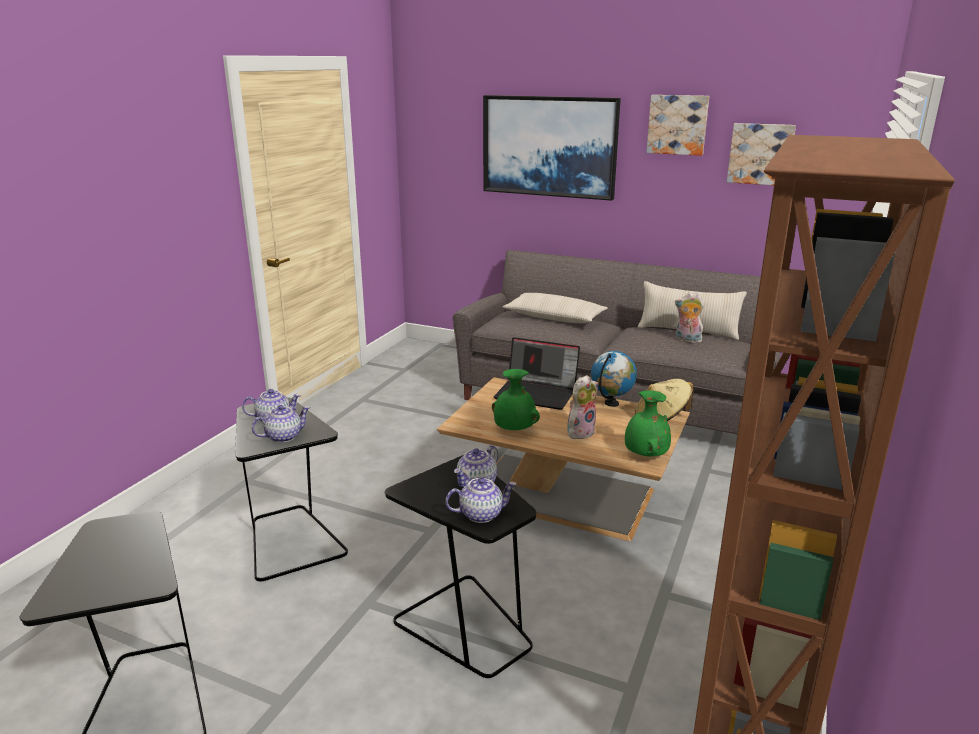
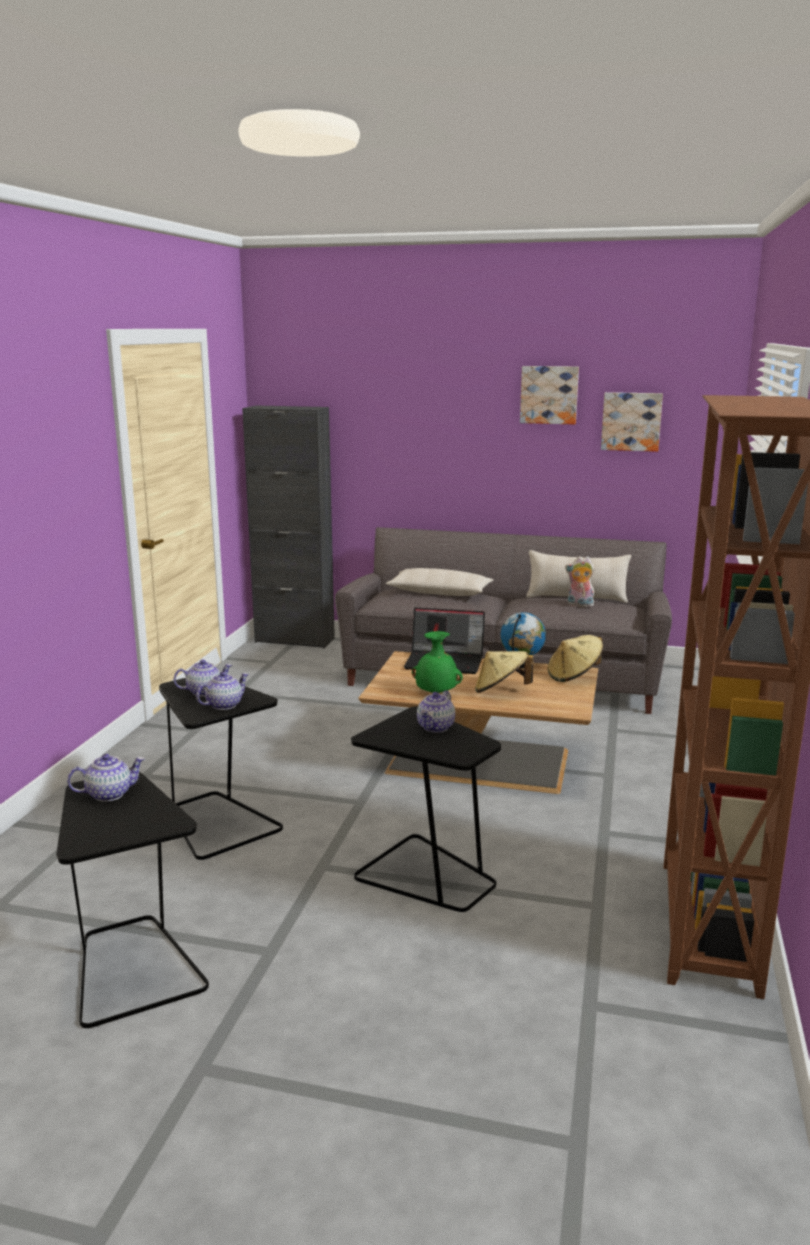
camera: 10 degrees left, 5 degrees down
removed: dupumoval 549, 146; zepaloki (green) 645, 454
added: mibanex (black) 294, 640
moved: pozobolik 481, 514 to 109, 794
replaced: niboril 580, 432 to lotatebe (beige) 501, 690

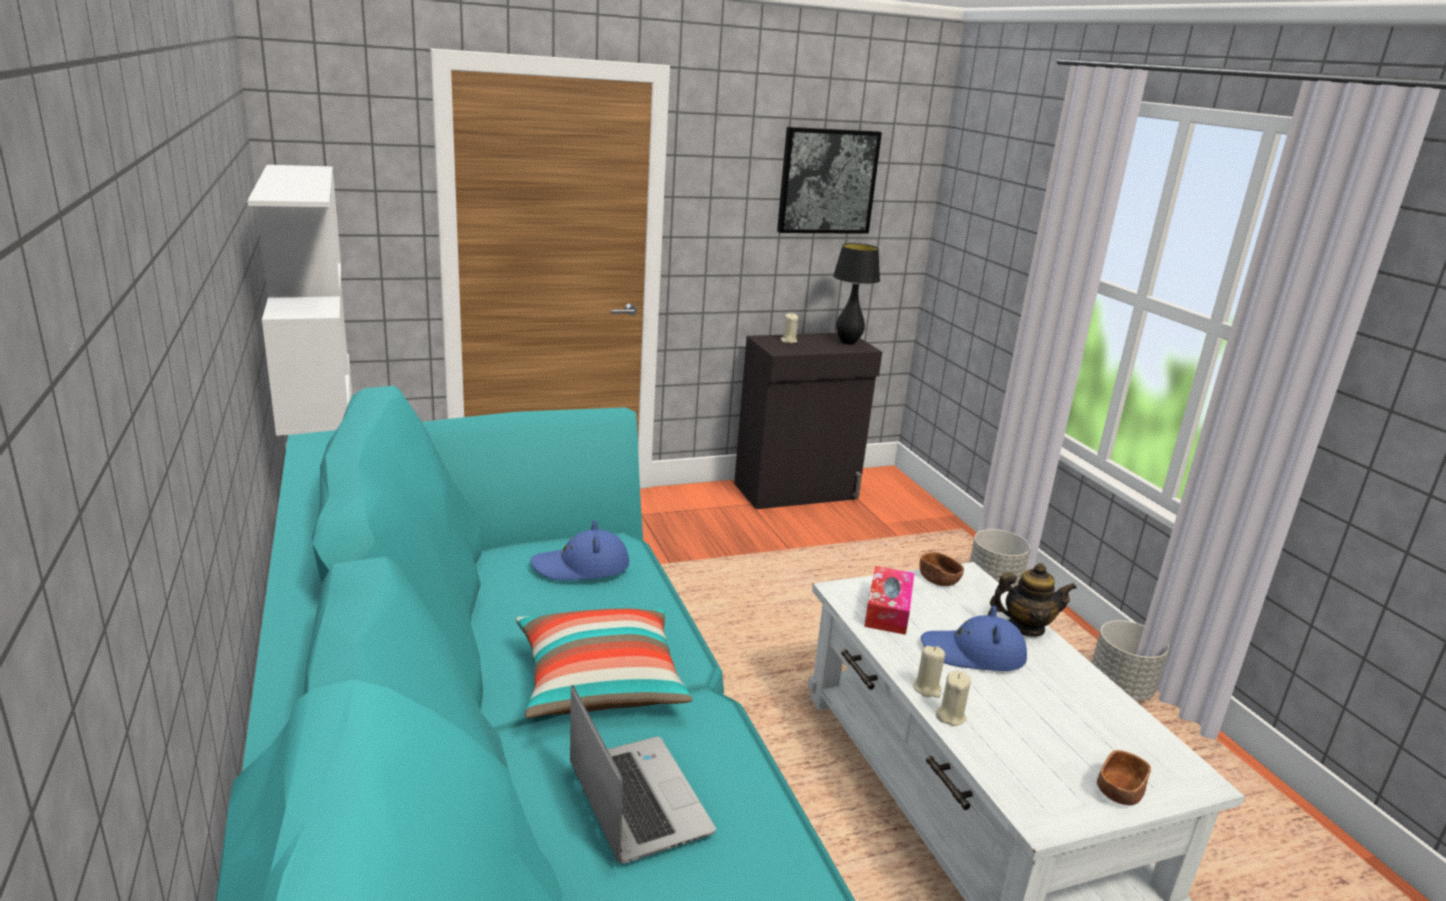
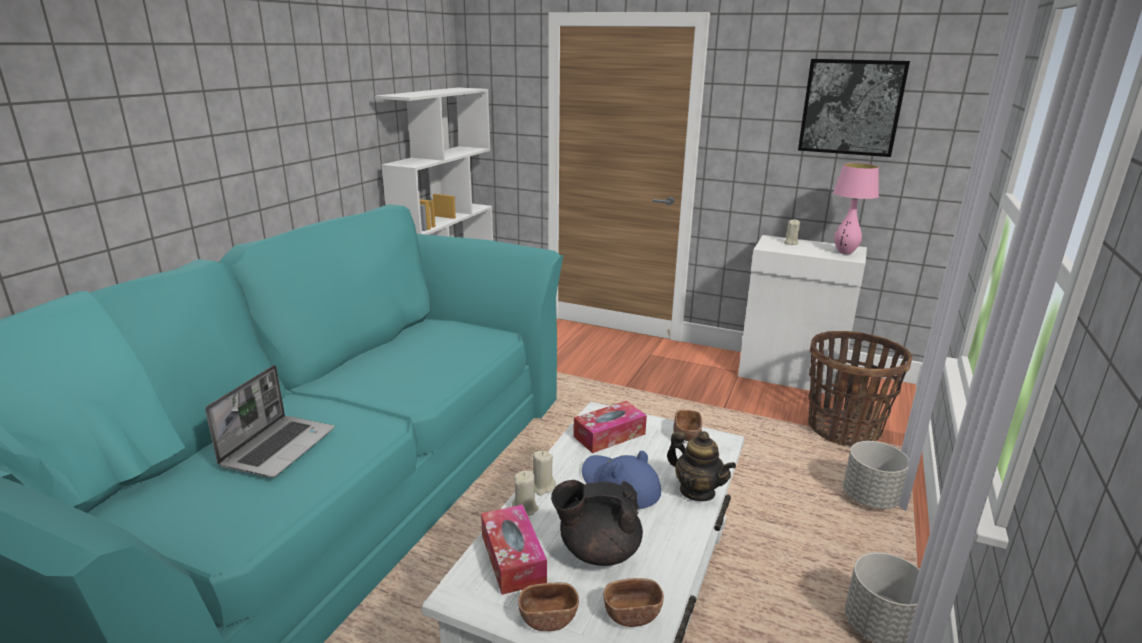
camera: 45 degrees right, 0 degrees up
removed: lotatebe (blue) 581, 566; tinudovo 600, 682
added: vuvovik 843, 429; pozobolik (black) 598, 551; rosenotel 513, 558; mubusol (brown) 632, 614
recoloured: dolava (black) 848, 343 to dolava (pink) 844, 252; mibanex (black) 797, 491 to mibanex (white) 791, 376

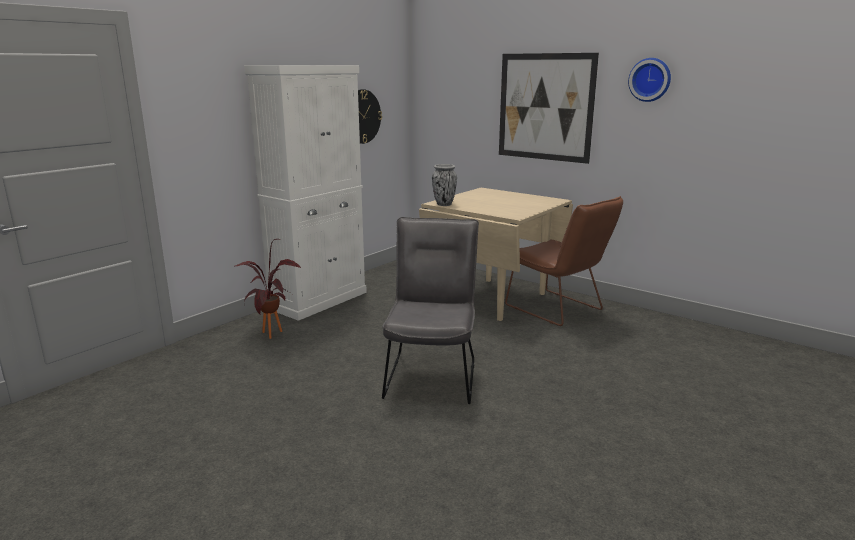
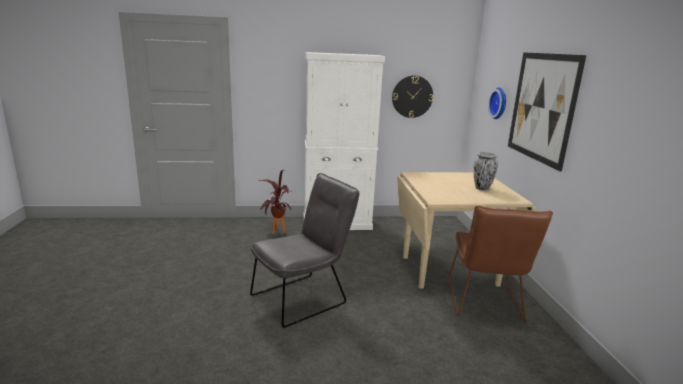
camera: 45 degrees right, 0 degrees up
moved: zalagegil 650, 79 to 499, 103; zepaloki 444, 204 to 482, 188

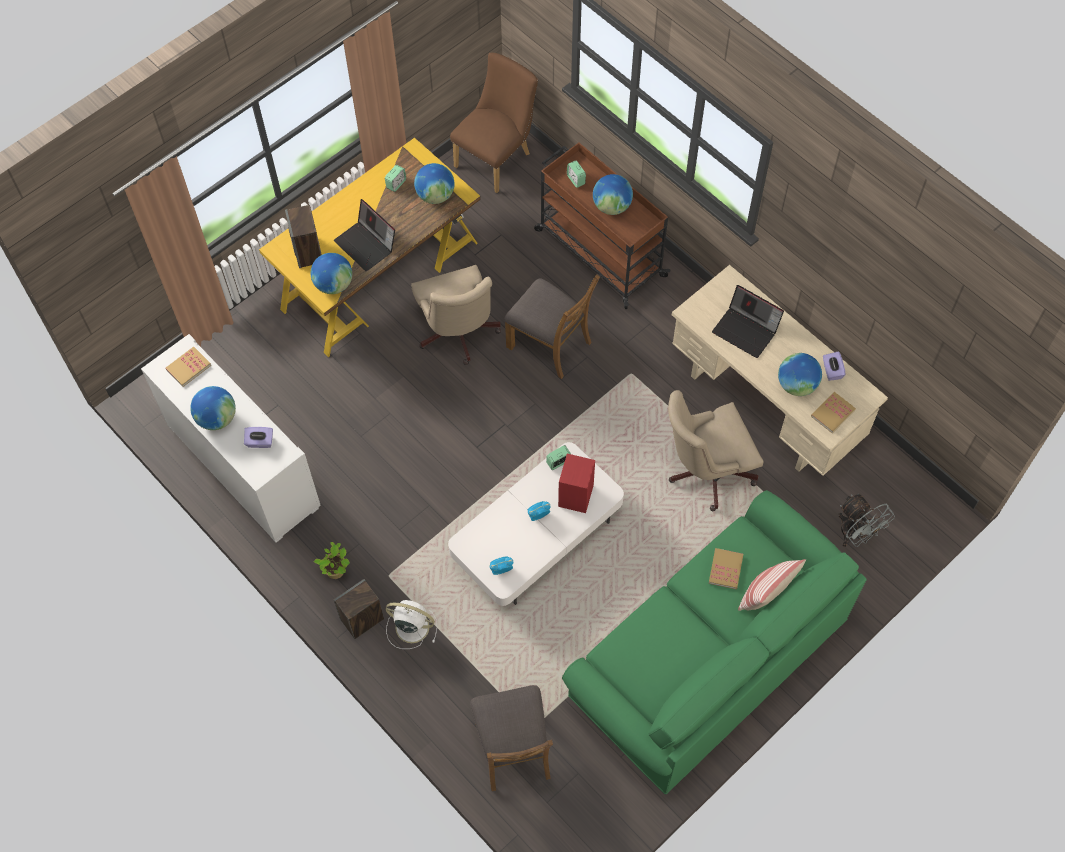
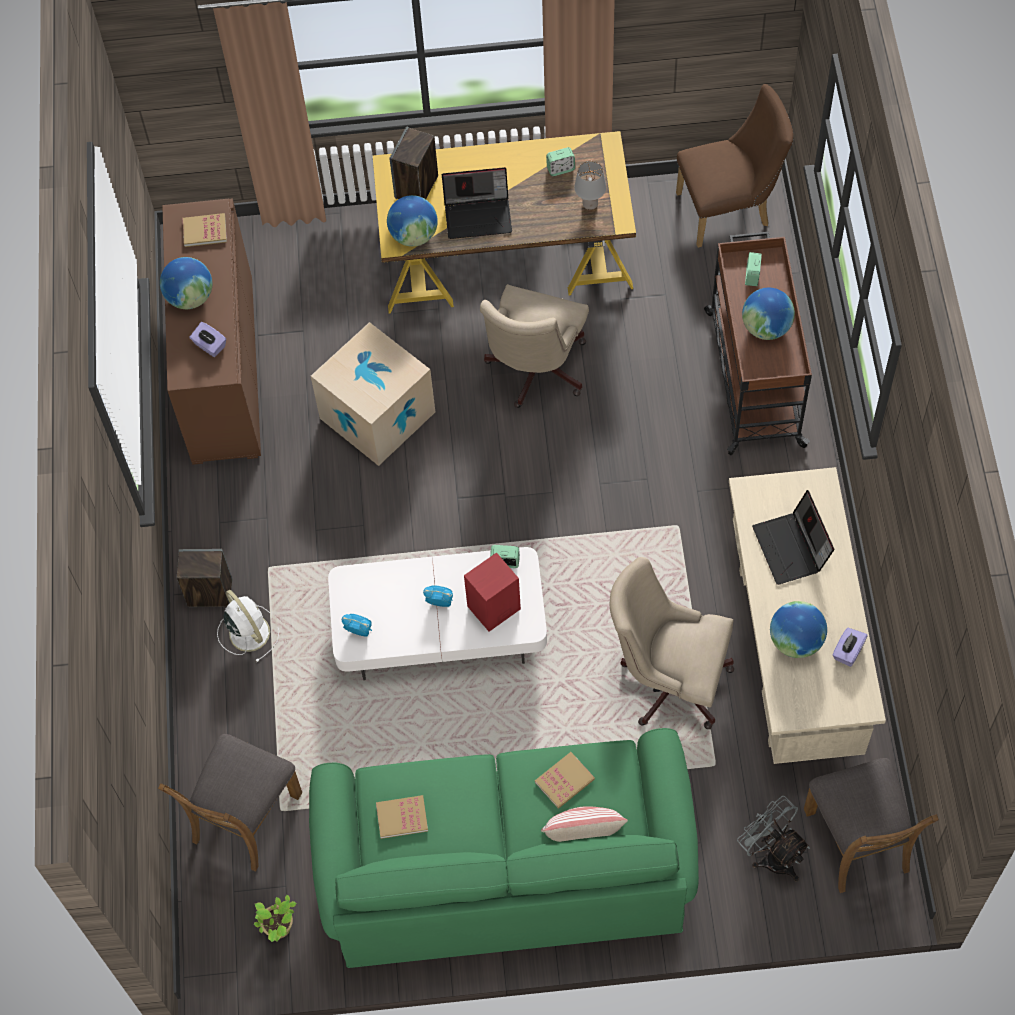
camera: 40 degrees right, 0 degrees up
added: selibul 377, 415
moved: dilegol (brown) 550, 344 to 858, 840; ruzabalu 832, 413 to 402, 817; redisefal 337, 571 to 280, 929
replaced: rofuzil 435, 195 to dolava (grey) 590, 204
recoloured: mibanex (white) 243, 466 to mibanex (brown) 223, 370
turned: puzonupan 366, 245 = 479, 215 90 degrees counterclockwise; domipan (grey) 855, 535 = 772, 854 135 degrees clockwise

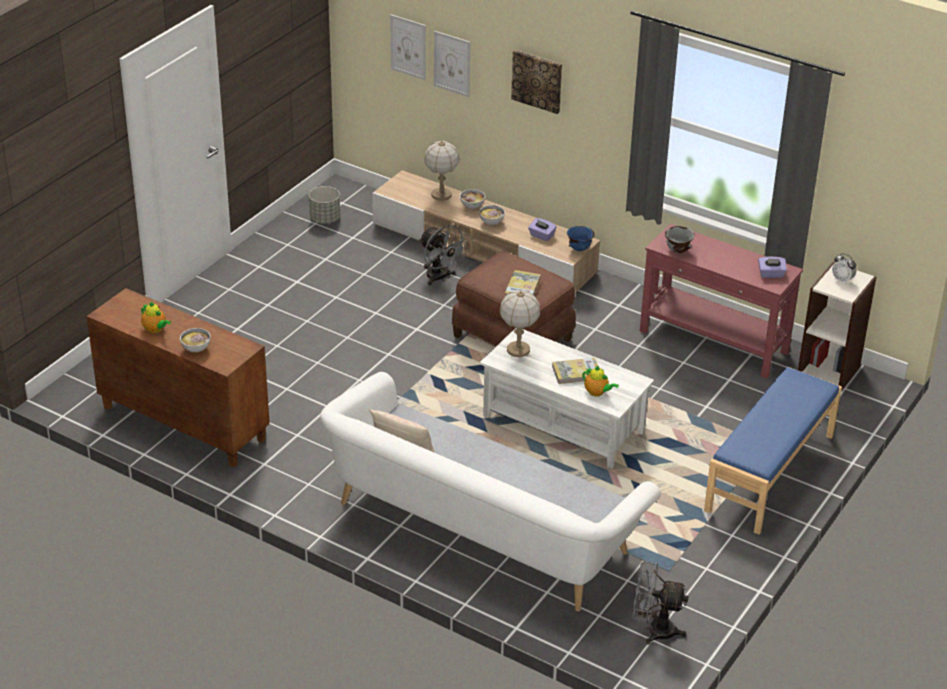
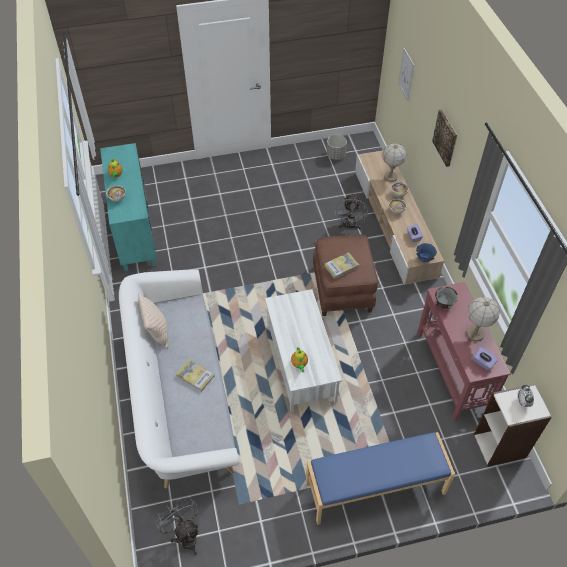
camera: 45 degrees right, 15 degrees up
removed: dupumoval 452, 64
moved: dolava 518, 350 to 475, 334; ruzabalu 576, 373 to 195, 376
recoloured: mibanex (brown) 182, 424 to mibanex (turquoise) 134, 231

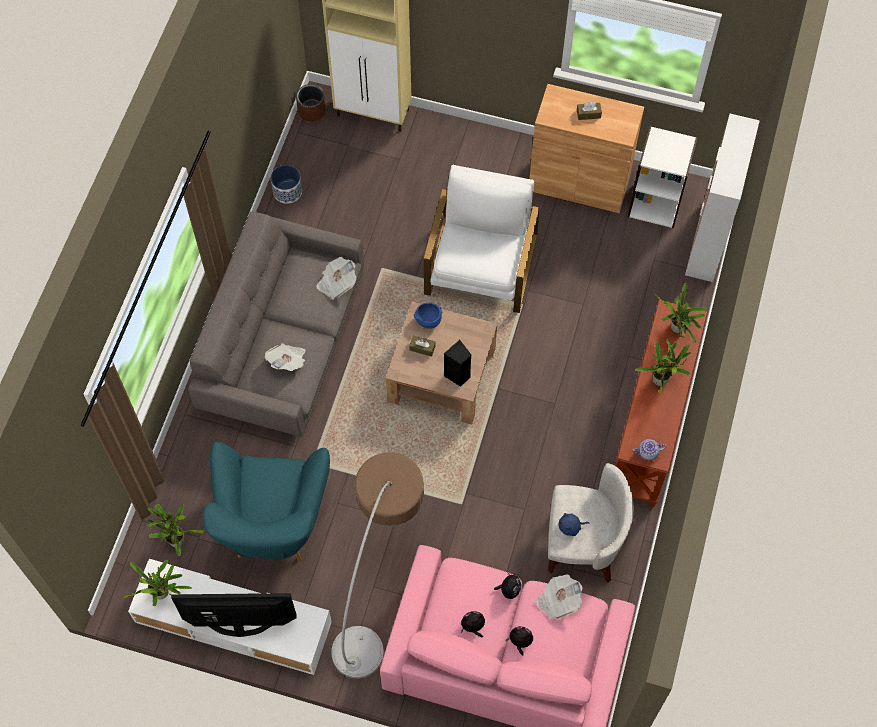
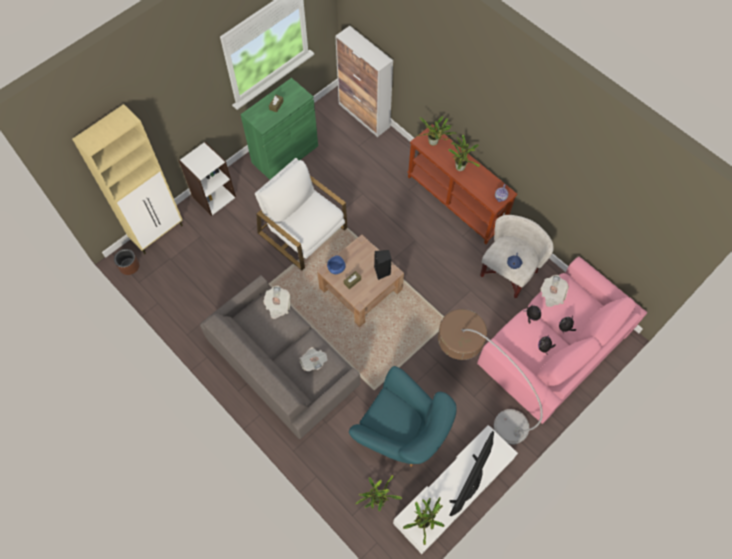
camera: 60 degrees left, 0 degrees up
removed: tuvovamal 287, 191
moved: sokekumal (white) 655, 203 to 213, 196
recoloured: mibanex (brown) 579, 183 to mibanex (green) 285, 154

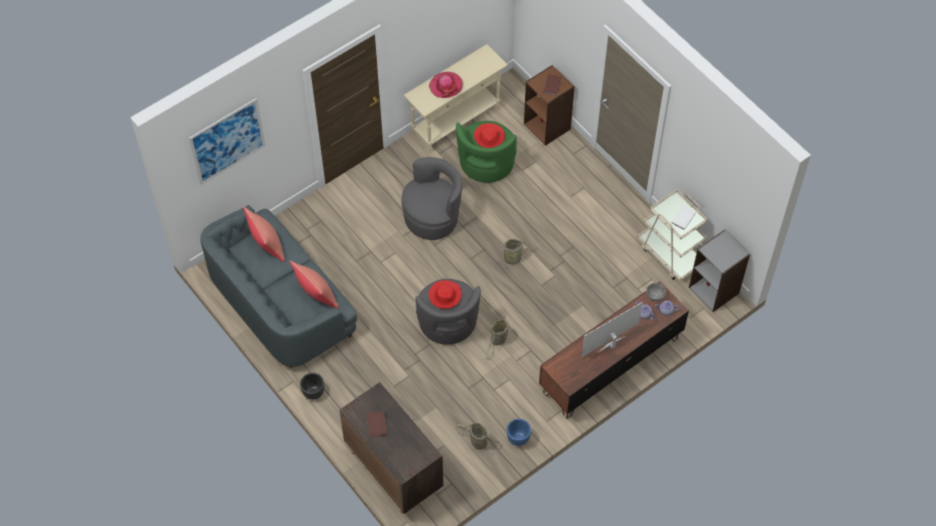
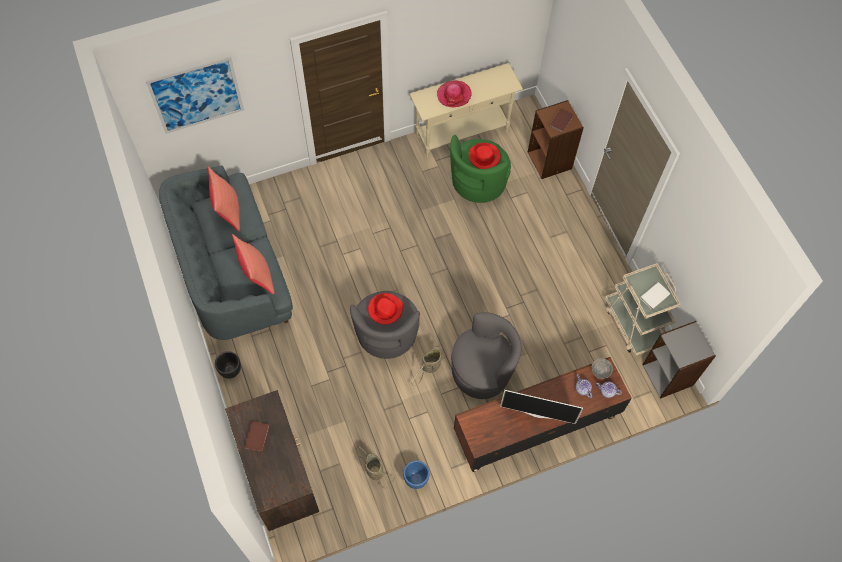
camera: 15 degrees right, 5 degrees up
removed: vuvovik 514, 258
moved: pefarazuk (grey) 432, 218 to 482, 371
turned: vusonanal 611, 345 = 537, 413 150 degrees counterclockwise

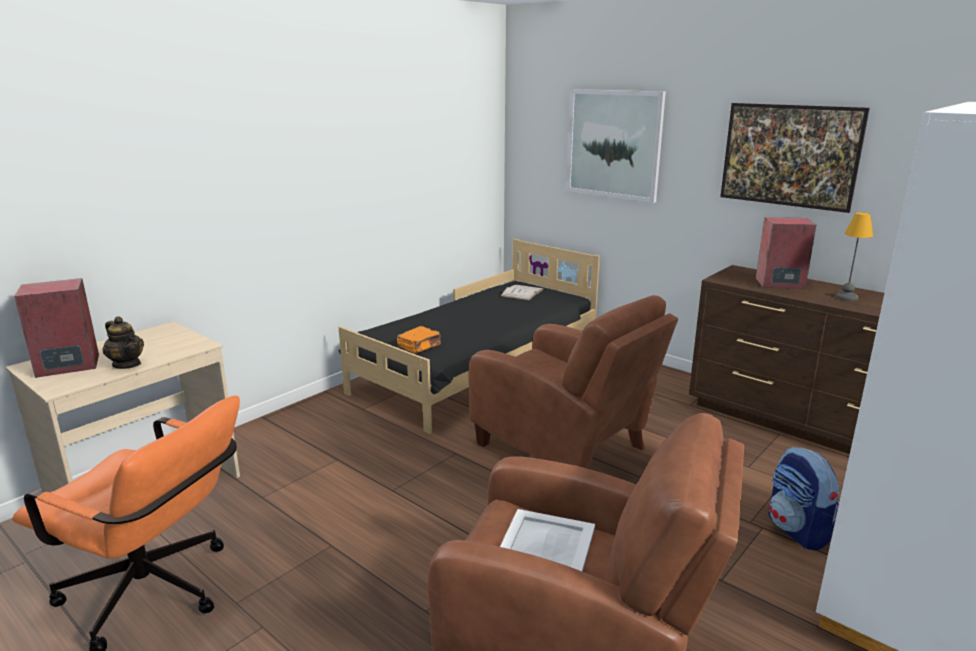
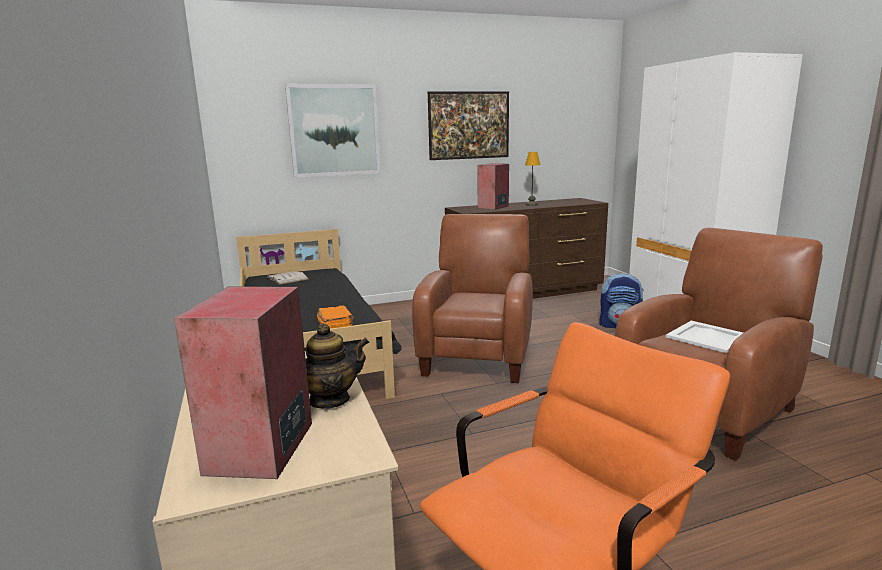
camera: 60 degrees left, 5 degrees down
turned: pefarazuk (brown) 565, 449 = 479, 355 60 degrees counterclockwise

